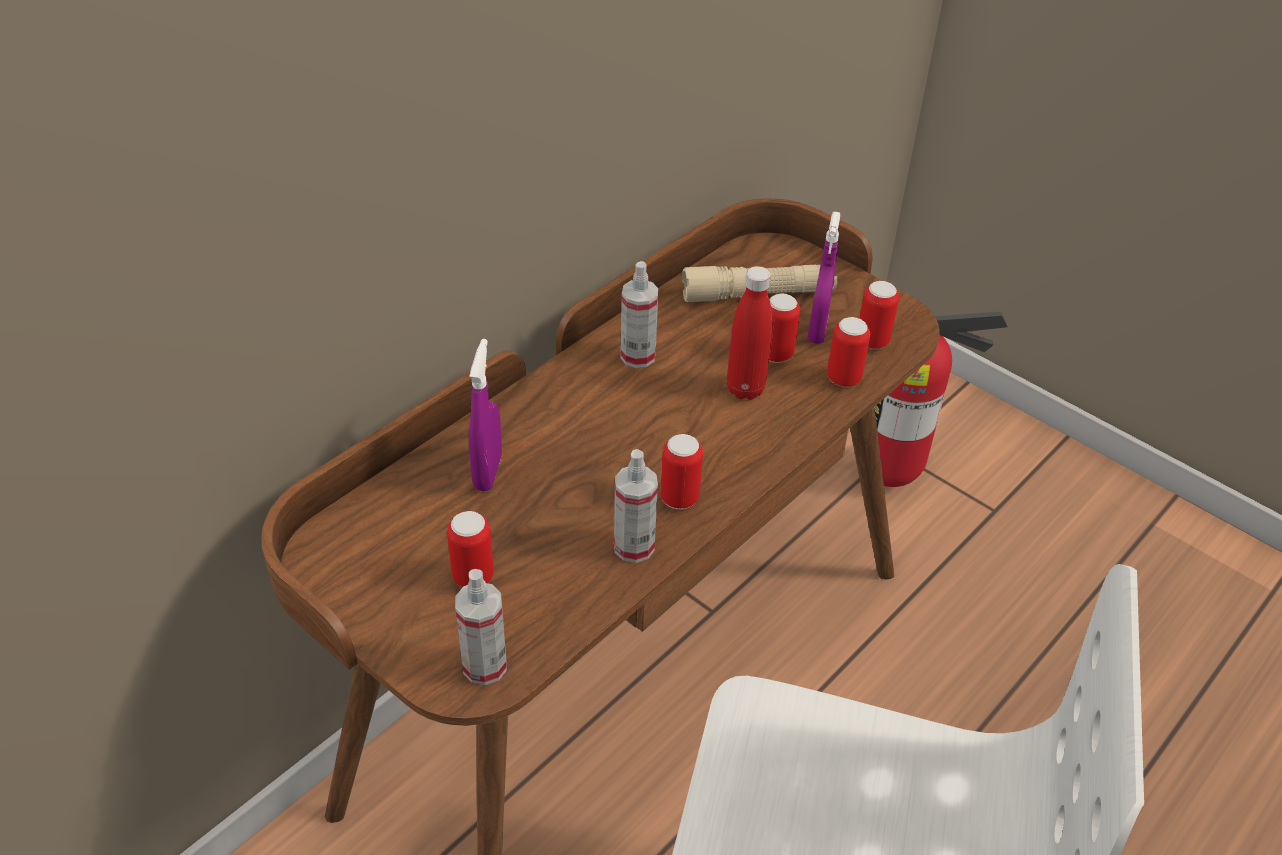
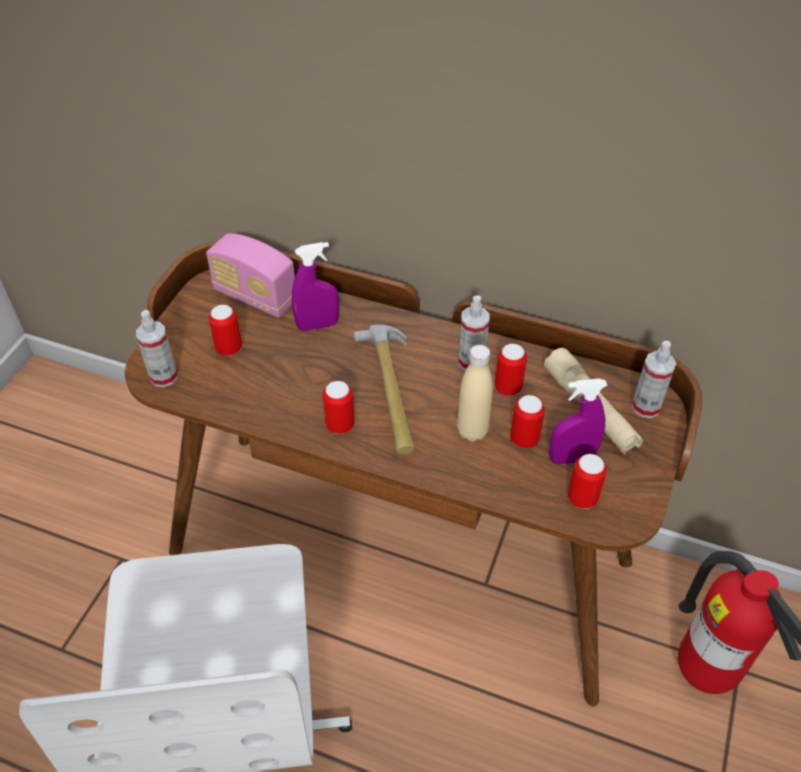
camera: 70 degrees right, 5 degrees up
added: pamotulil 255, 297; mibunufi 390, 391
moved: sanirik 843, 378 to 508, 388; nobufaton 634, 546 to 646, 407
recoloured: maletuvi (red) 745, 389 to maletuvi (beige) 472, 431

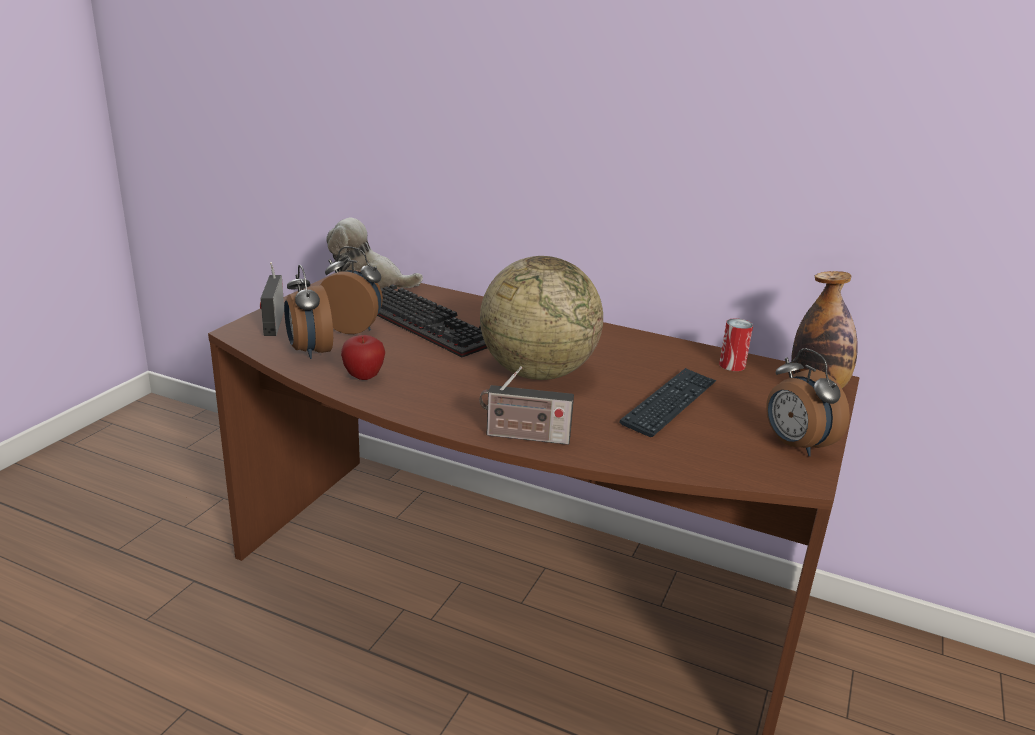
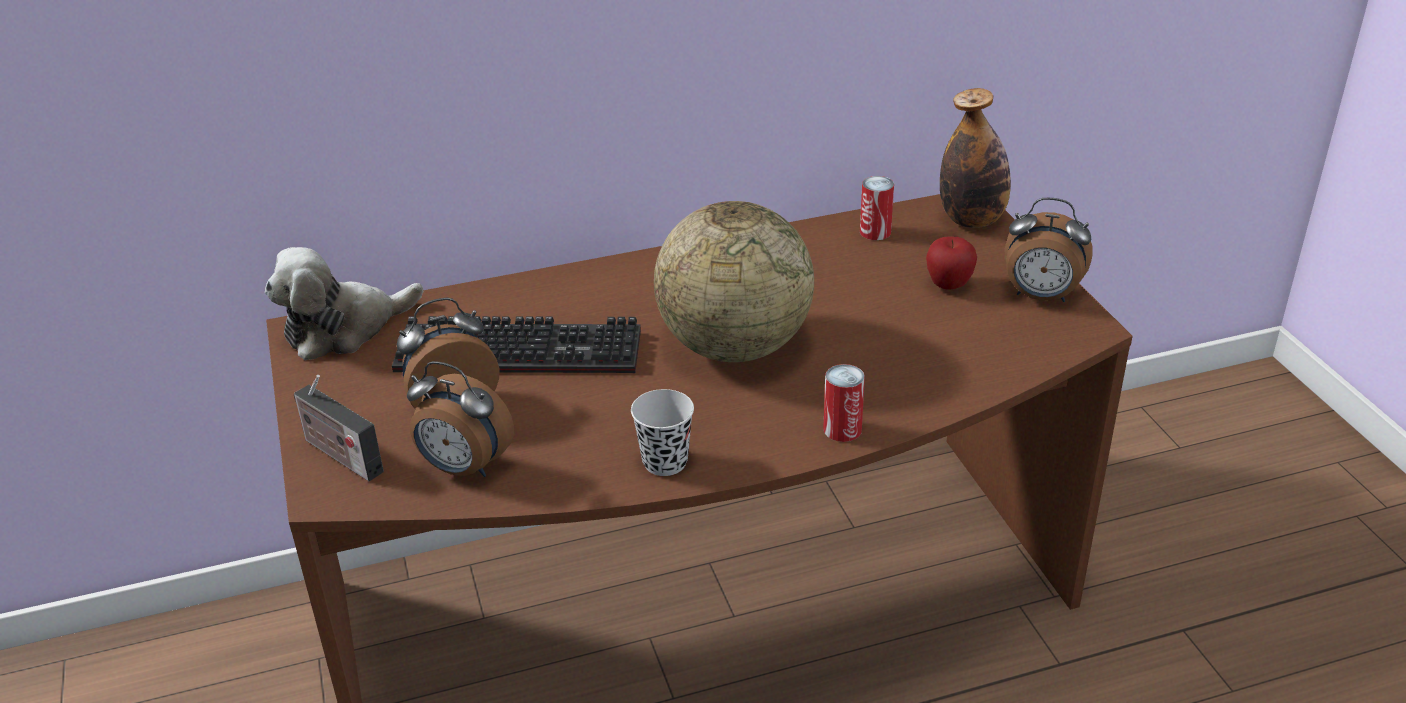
camera: 40 degrees left, 10 degrees up
removed: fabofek 670, 403
added: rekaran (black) 665, 462
moved: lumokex 364, 377 to 948, 285
replaced: pamotulil 523, 436 to sanirik 842, 429

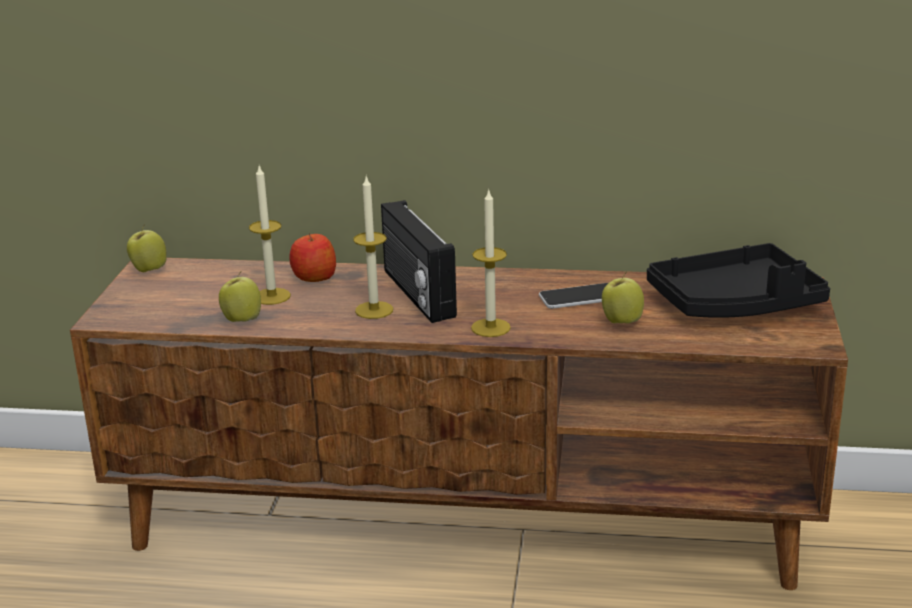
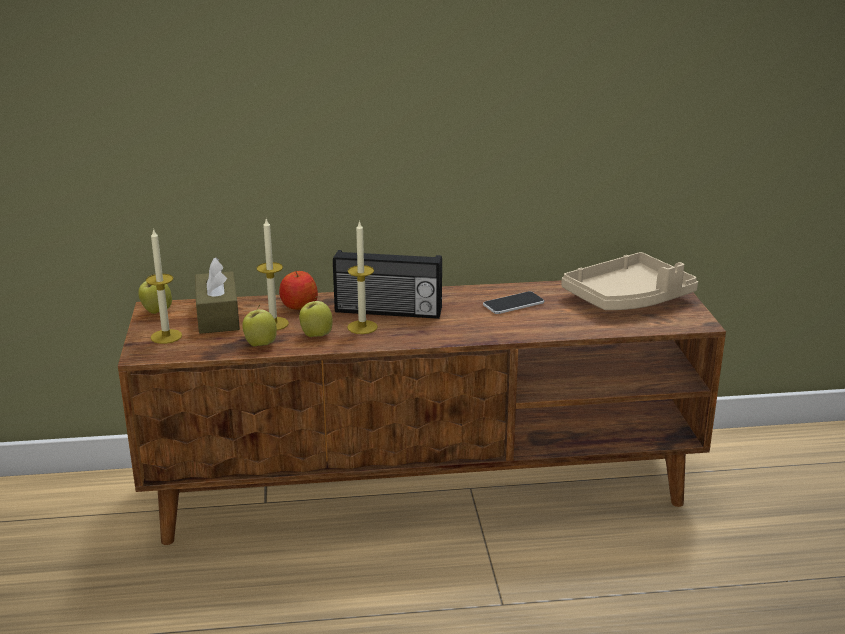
camera: 15 degrees left, 0 degrees up
added: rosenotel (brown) 218, 316
moved: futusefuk 490, 328 to 166, 336; lumokex 621, 322 to 316, 335
recoloured: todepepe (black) 736, 304 to todepepe (beige) 628, 299
turned: pamotulil 416, 294 = 388, 312 45 degrees counterclockwise

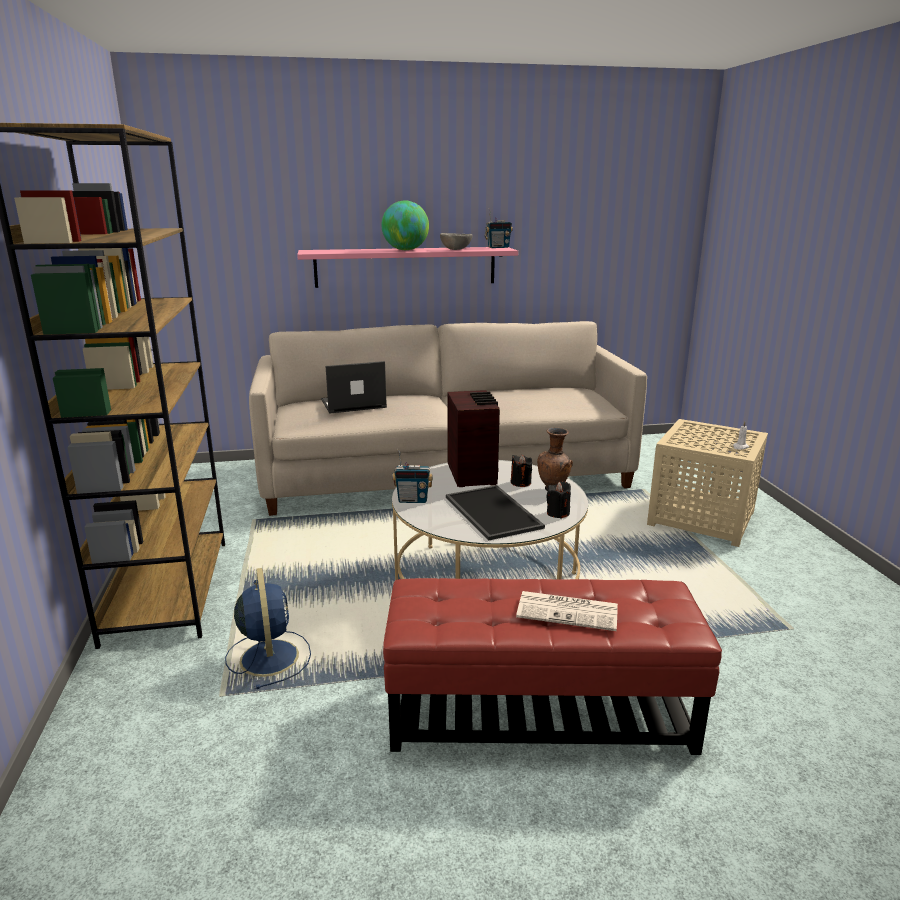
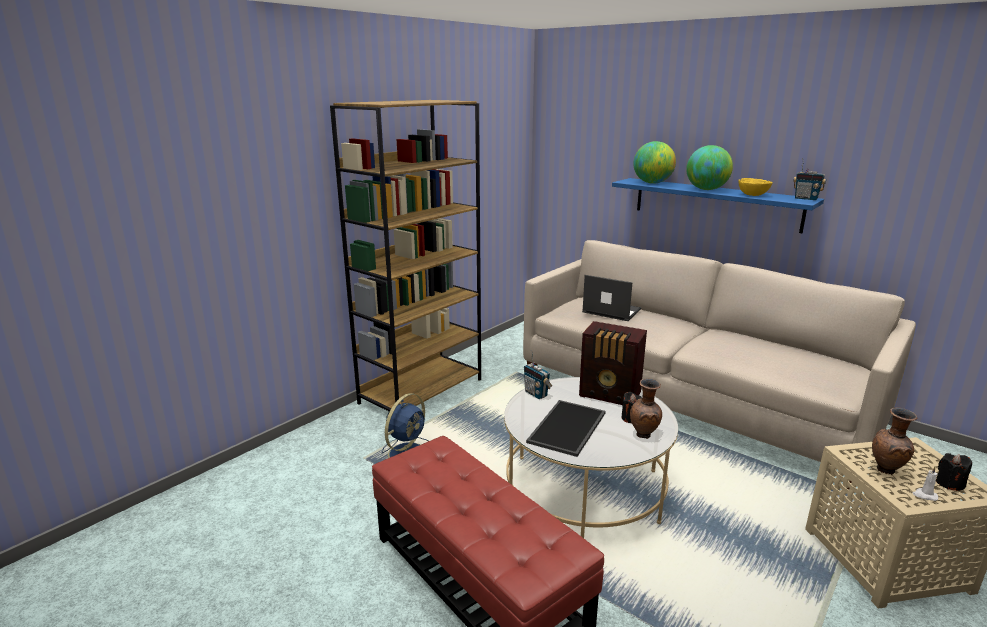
camera: 50 degrees right, 0 degrees up
removed: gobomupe 569, 611
added: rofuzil 652, 183; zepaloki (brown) 887, 471
moved: futusefuk (black) 558, 513 to 949, 484
recoloured: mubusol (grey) 455, 249 to mubusol (yellow) 752, 195; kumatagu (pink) 405, 267 to kumatagu (blue) 715, 204
turned: pamotulil 472, 473 = 611, 395 75 degrees clockwise

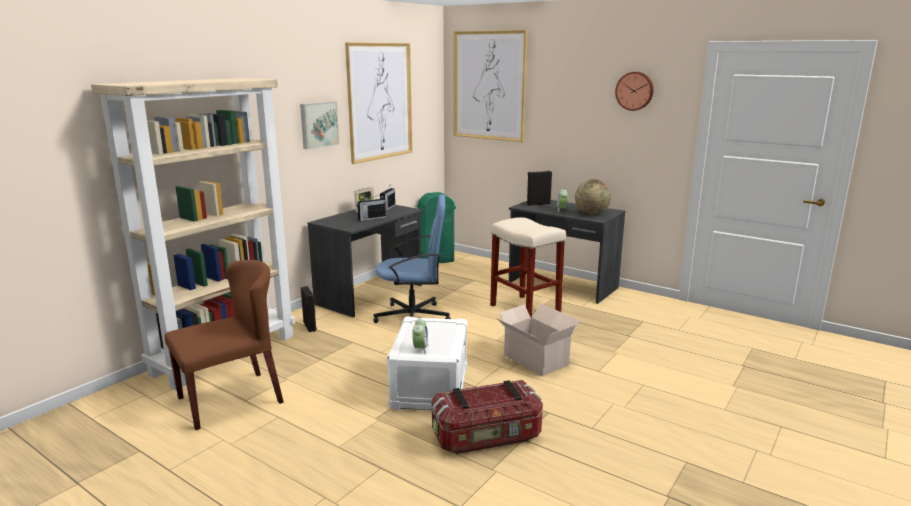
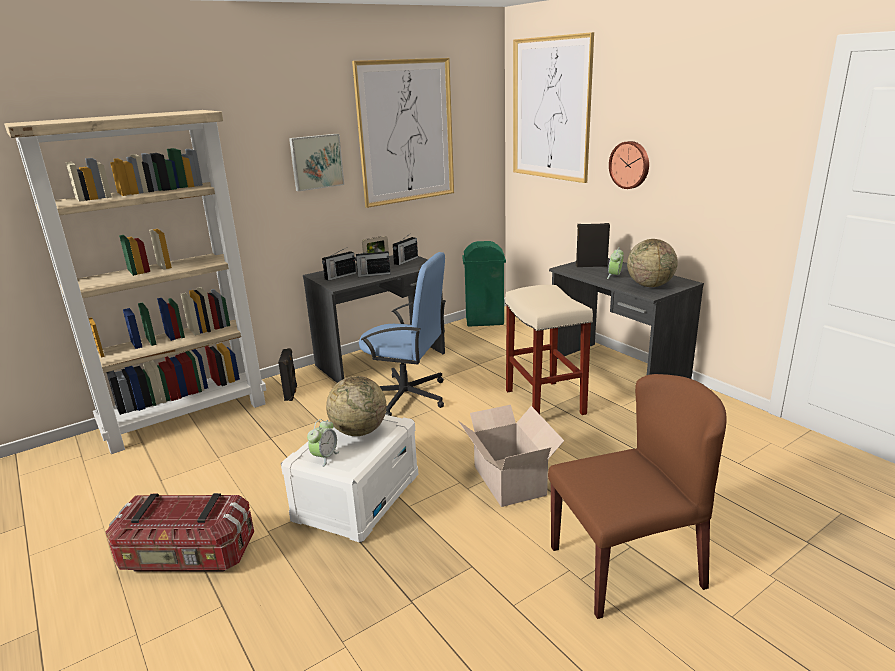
camera: 20 degrees right, 5 degrees up
added: pamotulil 339, 276; rofuzil 359, 431
moved: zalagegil 634, 91 to 630, 165; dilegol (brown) 231, 399 to 627, 566; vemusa 487, 437 to 187, 556

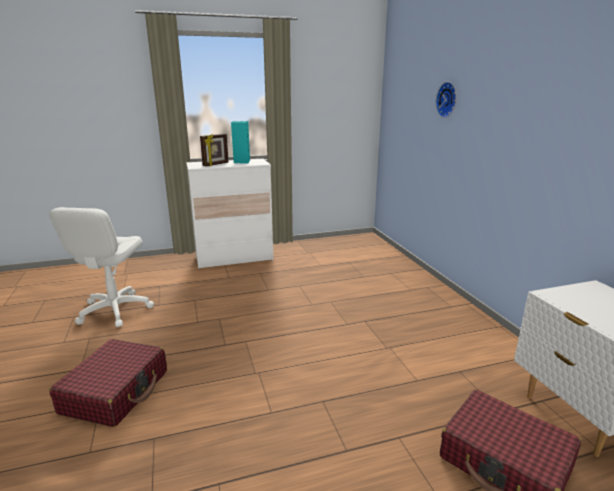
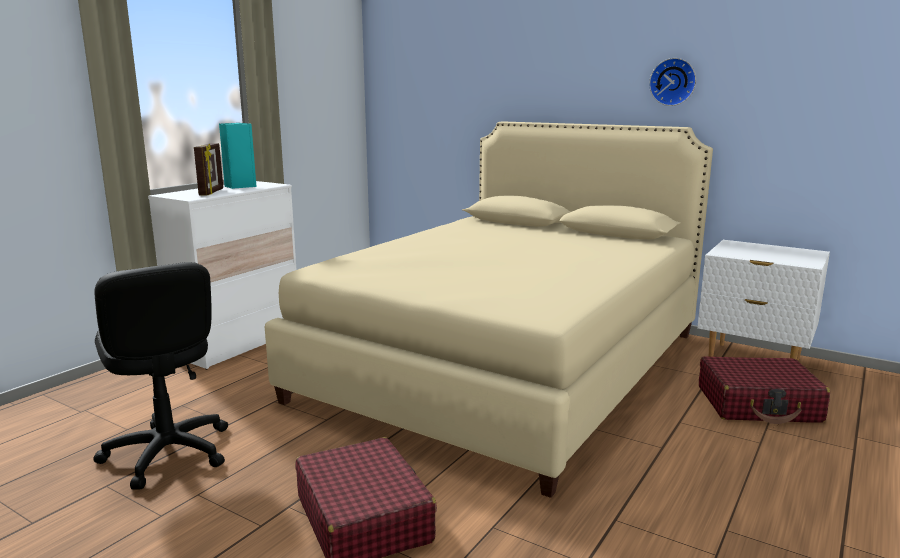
camera: 40 degrees left, 5 degrees down
added: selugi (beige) 507, 365
moved: zalagegil 448, 100 to 673, 82
recoloured: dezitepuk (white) 114, 310 to dezitepuk (black) 167, 453

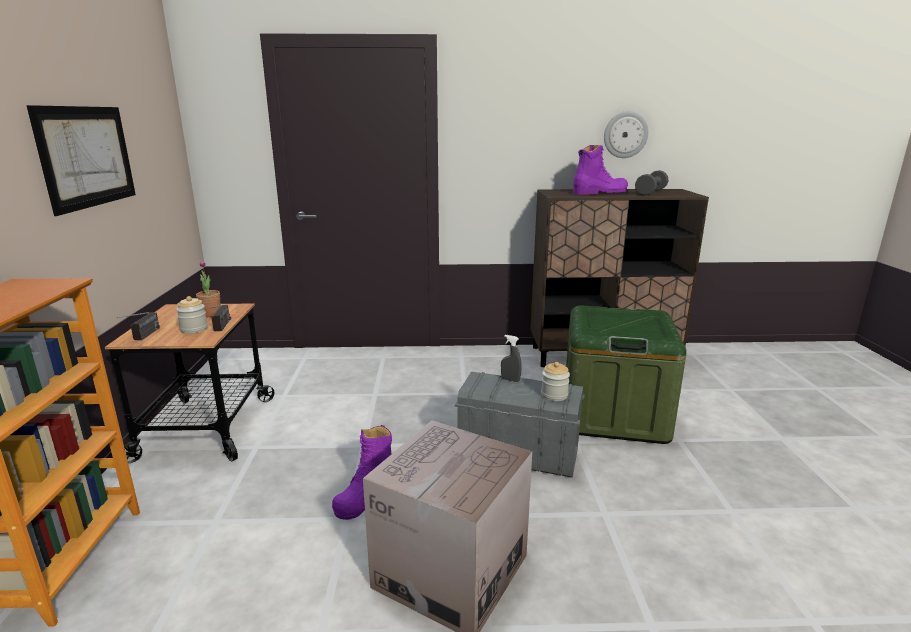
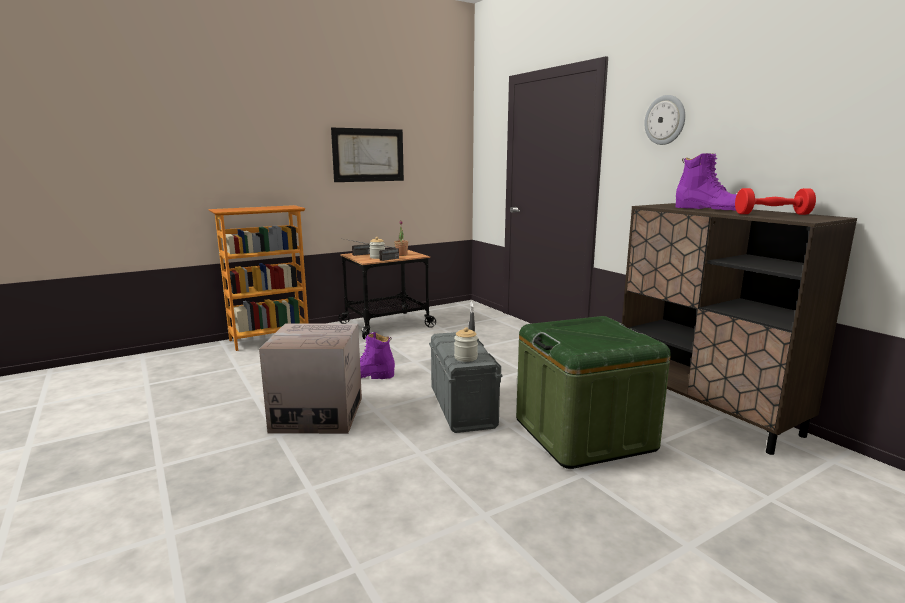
camera: 60 degrees right, 5 degrees down
moved: zalagegil 625, 135 to 665, 120
recoloured: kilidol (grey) 650, 192 to kilidol (red) 772, 214

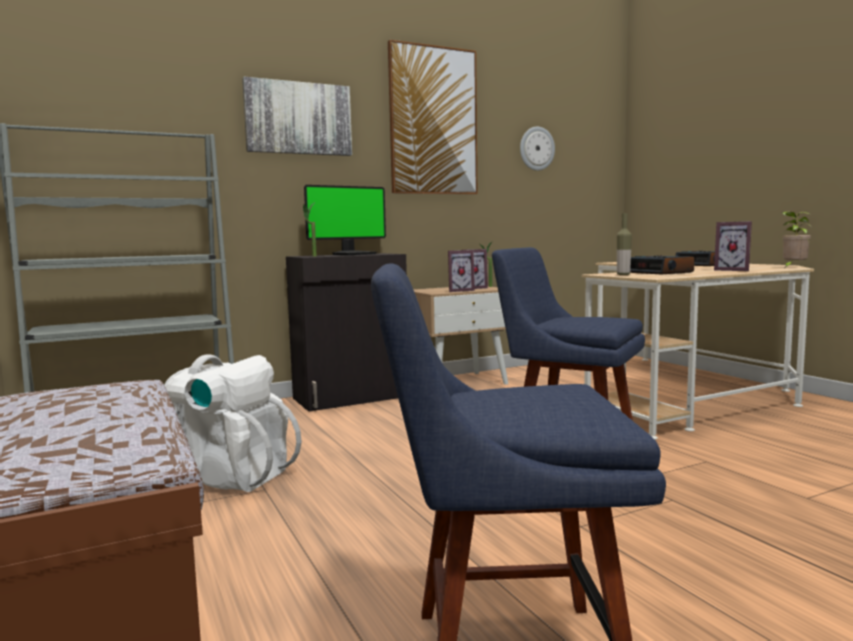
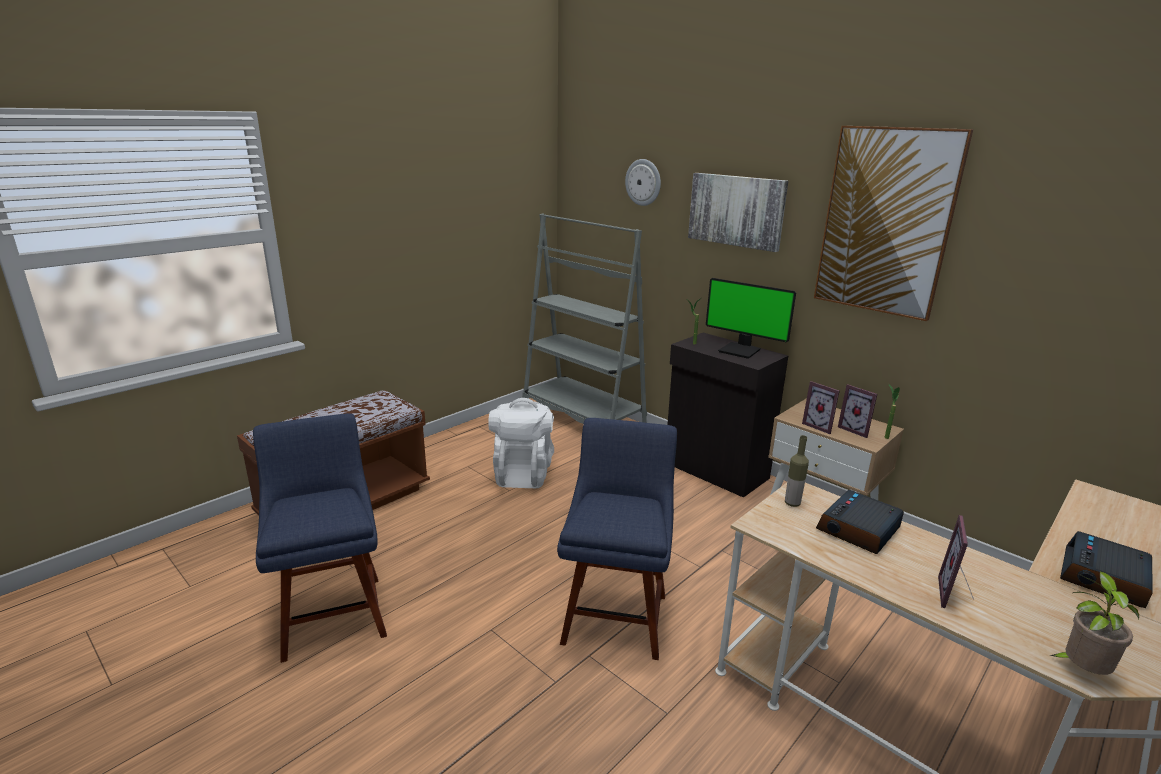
camera: 70 degrees right, 15 degrees up
moved: zalagegil 536, 148 to 643, 182

